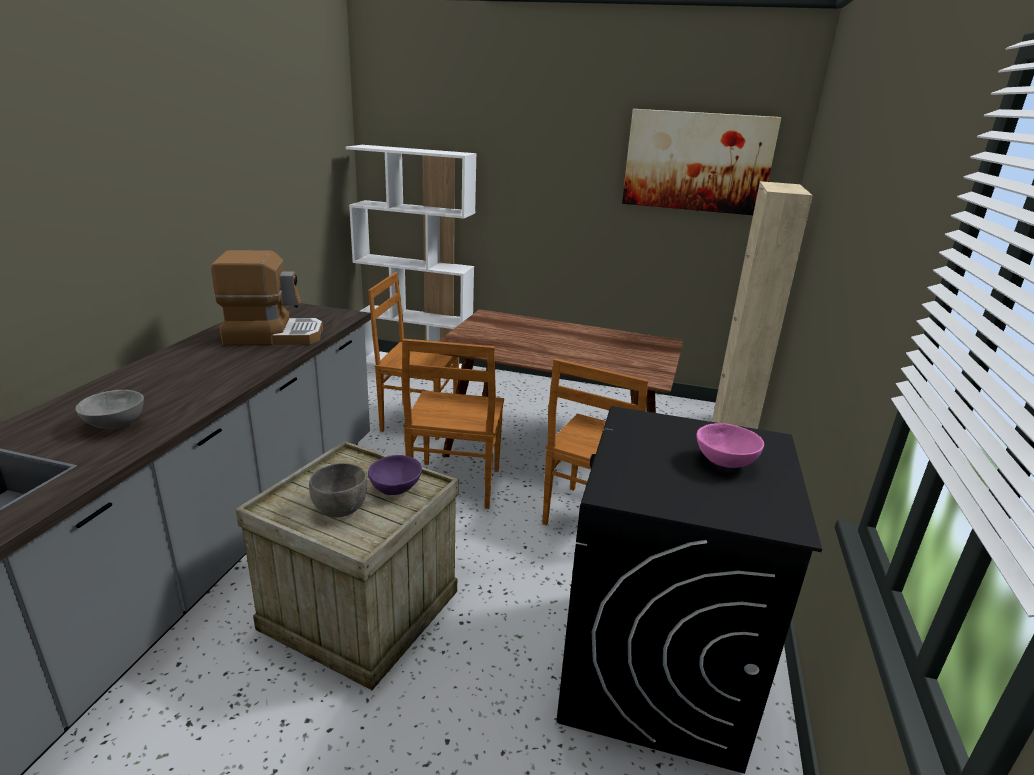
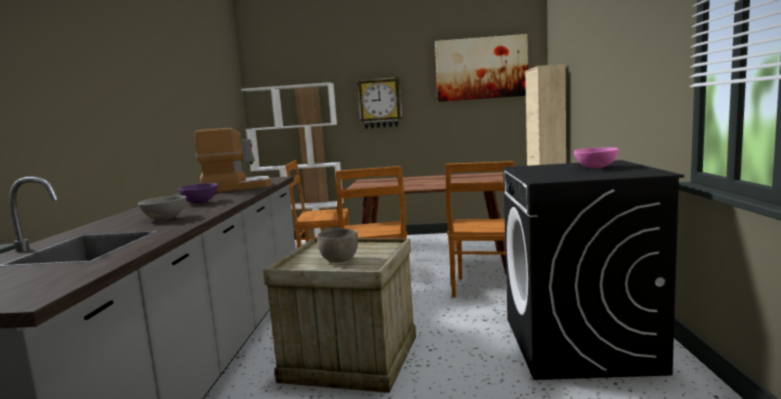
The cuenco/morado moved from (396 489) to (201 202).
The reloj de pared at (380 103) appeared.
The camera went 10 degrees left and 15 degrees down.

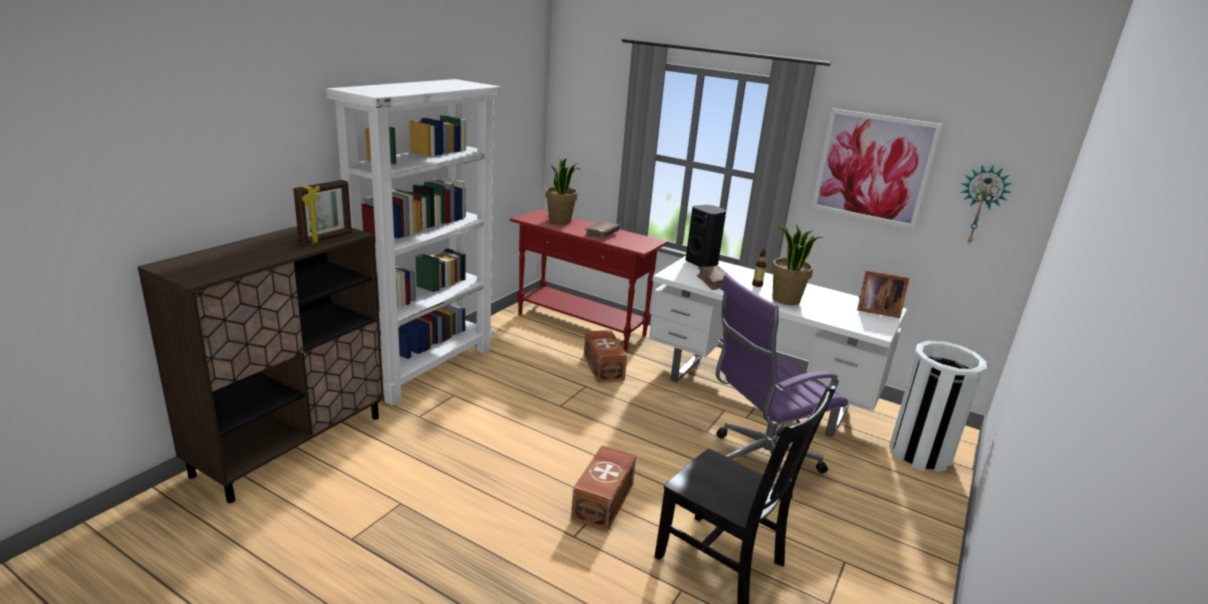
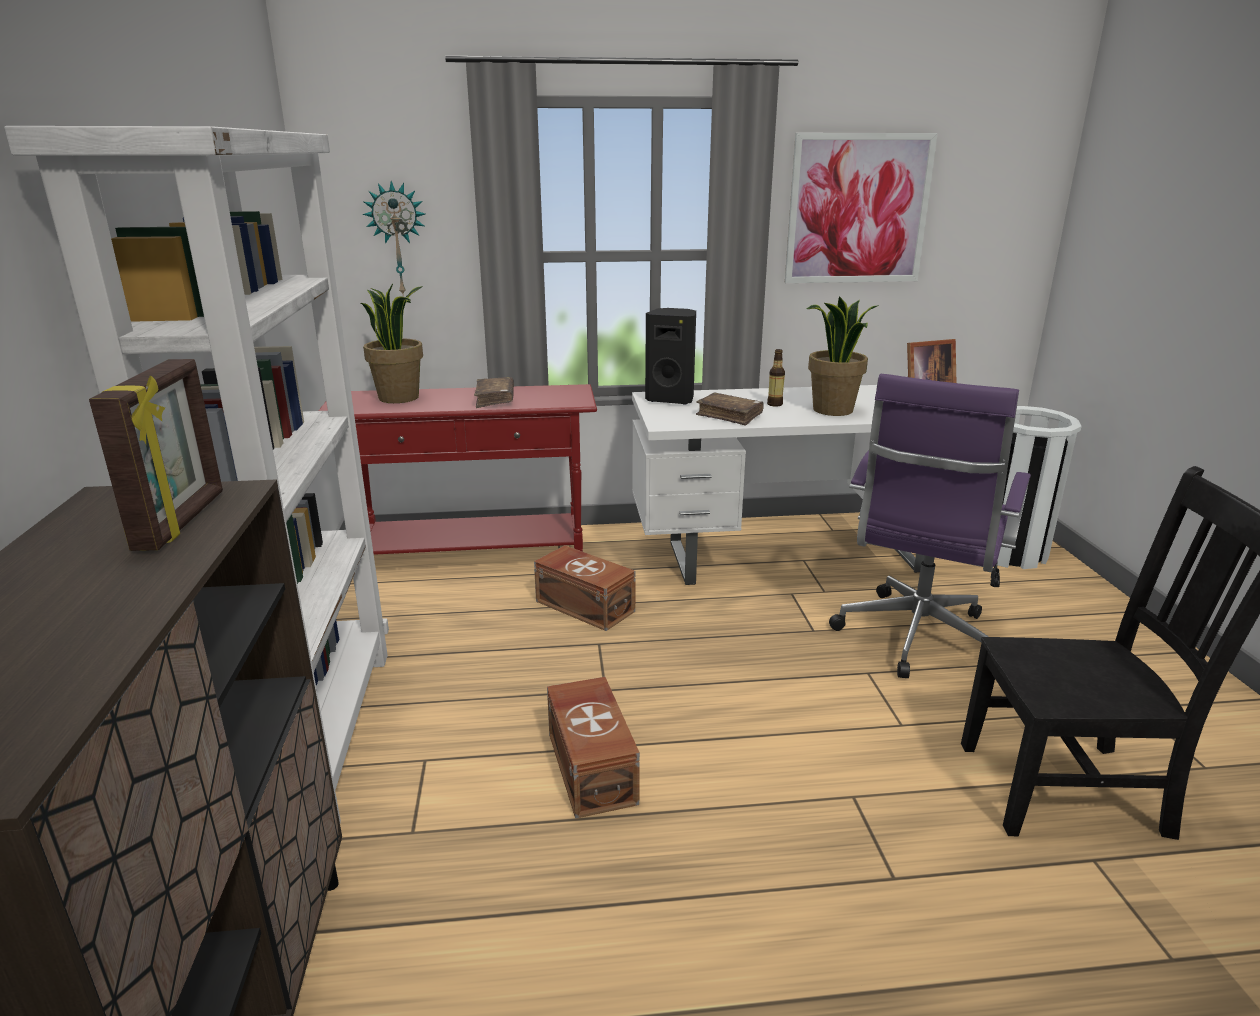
The reloj de pared moved from (980 205) to (397 239).
The caja de almacenaje/marrón moved from (604 501) to (593 766).
The camera went 35 degrees left and 0 degrees up.

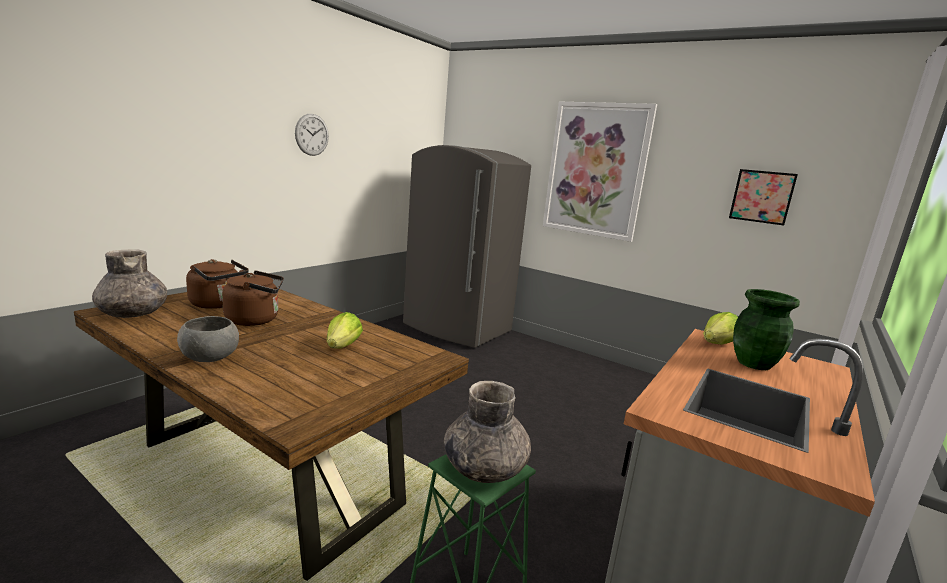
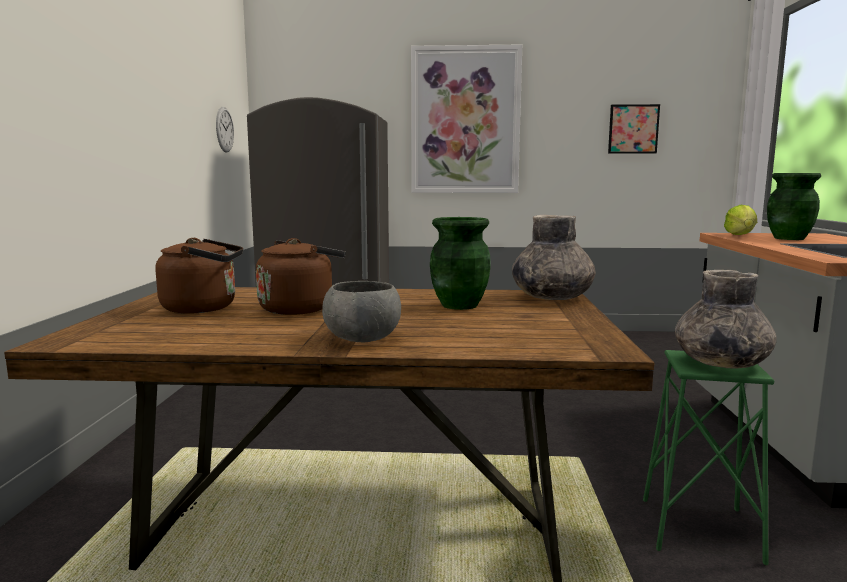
The reloj de pared moved from (312 134) to (224 129).
The lechuga at (343 347) was replaced by the florero/verde at (459 305).
The florero/gris moved from (133 313) to (552 297).
The camera went 30 degrees left and 5 degrees down.

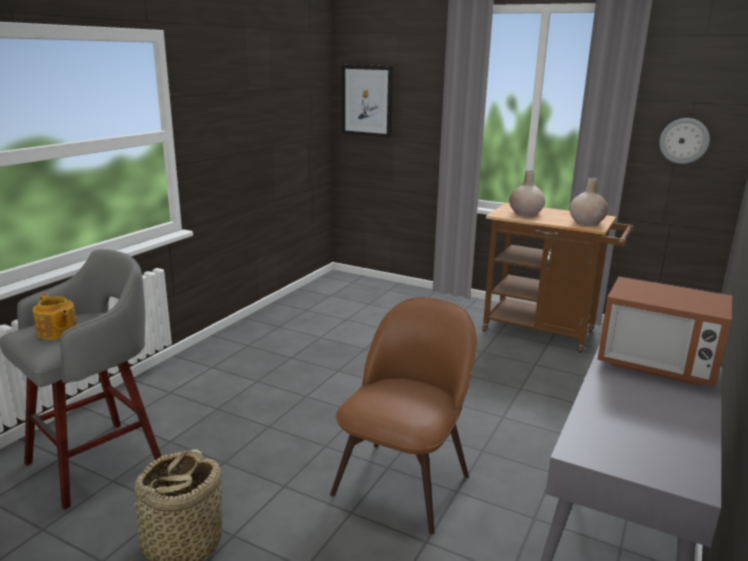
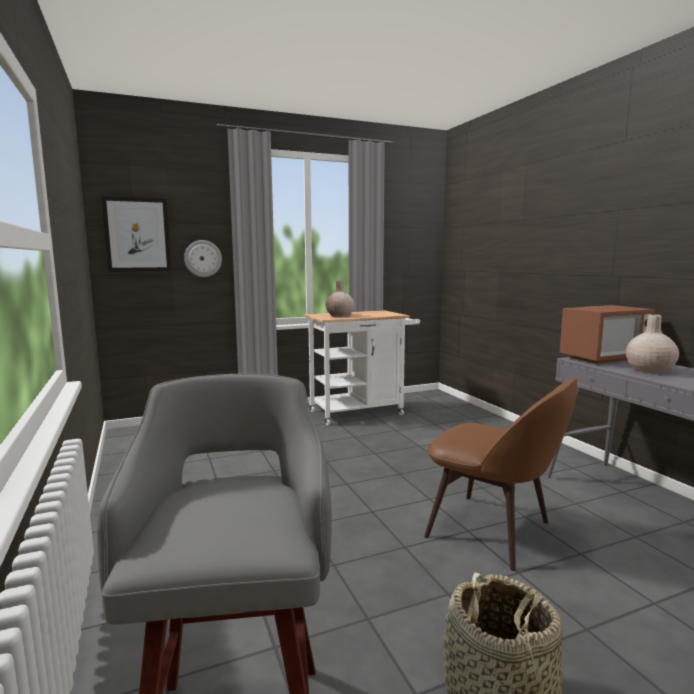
The reloj de pared moved from (684 140) to (203 258).
The carrito/marrón at (545 332) became the carrito/blanco at (362 412).
The silla/marrón at (404 481) turned 150 degrees clockwise.
The florero/beis moved from (586 222) to (649 370).
The tetera at (57 332) disappeared.
The camera went 50 degrees left and 10 degrees down.

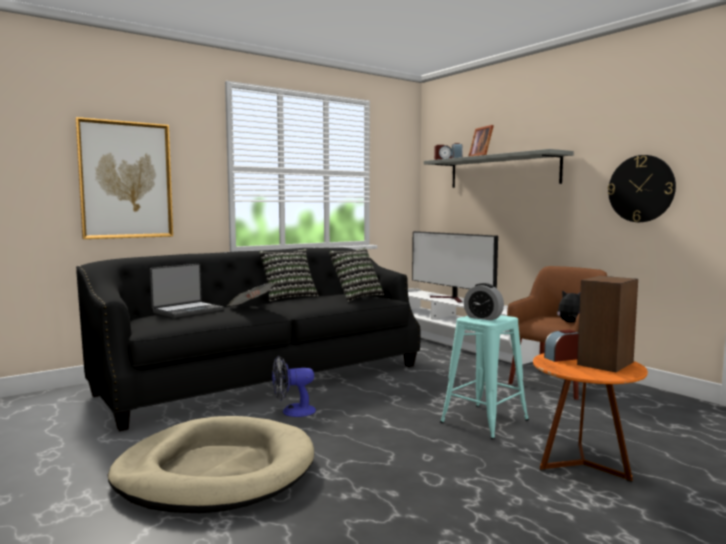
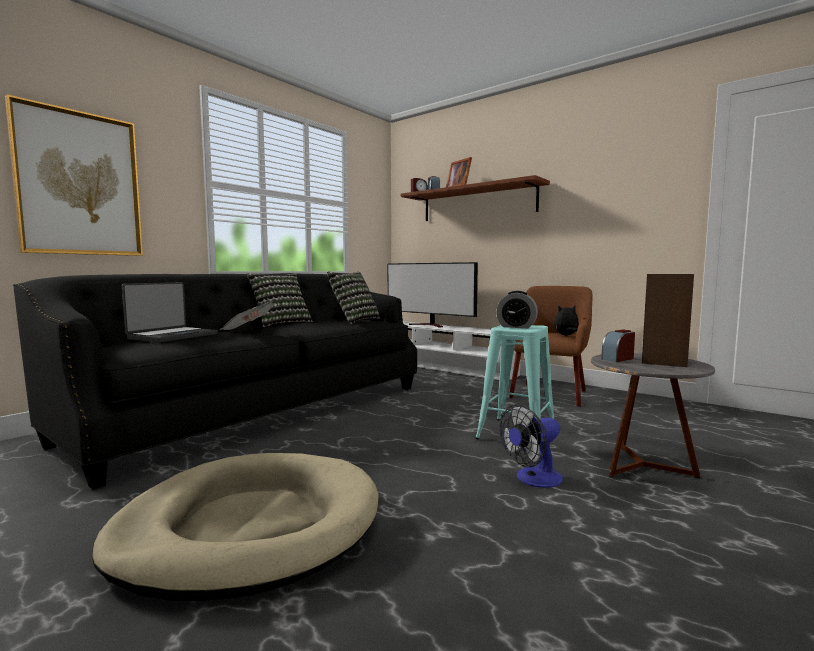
The estante/gris at (502 171) became the estante/marrón at (477 203).
The ventilador moved from (292 411) to (533 479).
The mesa auxiliar/naranja at (583 465) became the mesa auxiliar/gris at (643 467).
The reloj de pared at (641 188) disappeared.
The camera went 15 degrees left and 0 degrees up.

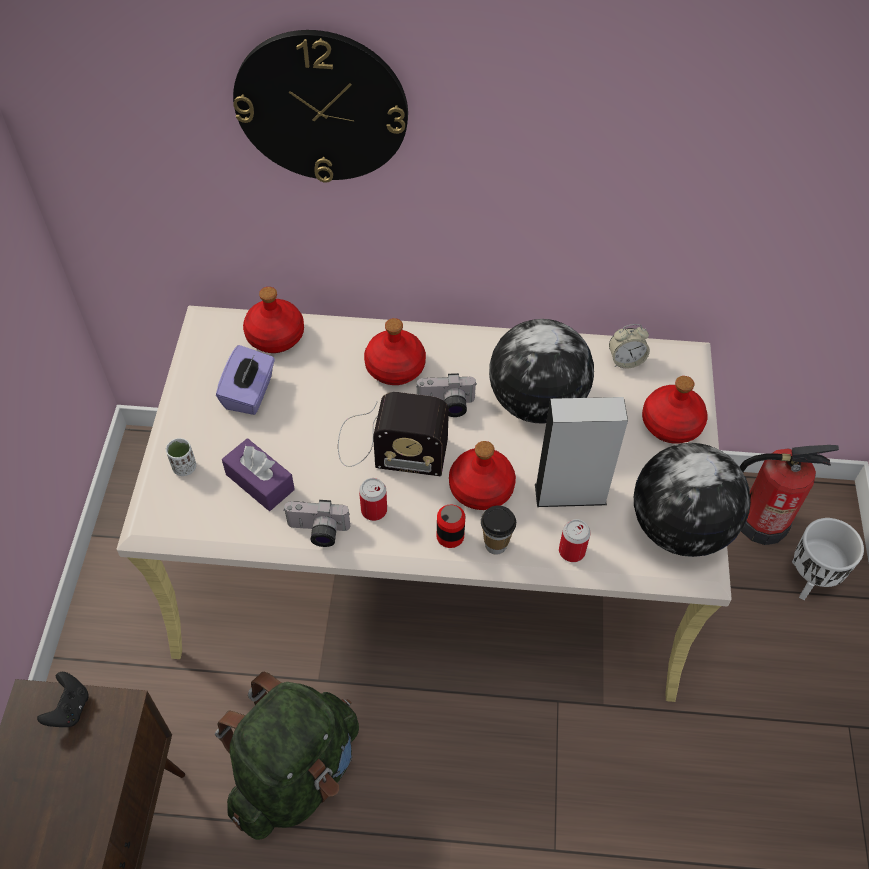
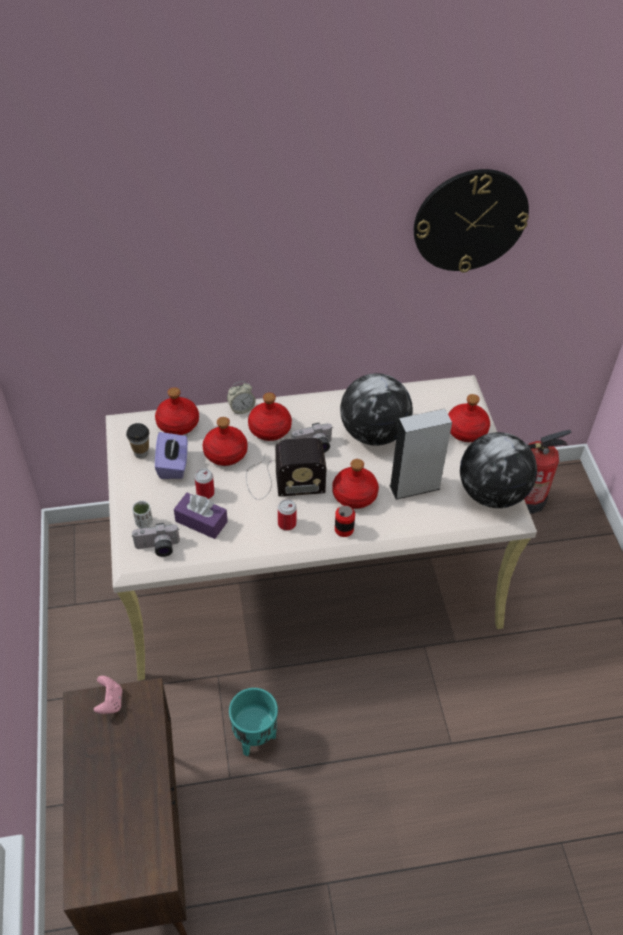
The mando de consola/negro at (69 708) became the mando de consola/rosa at (110 702).
The taza moved from (495 544) to (141 453).
The cámara moved from (317 532) to (158 548).
The lata moved from (572 551) to (205 493).
The botella/rojo at (225 453) appeared.
The despertador moved from (625 360) to (241 409).
The mochila/verde at (295 773) was replaced by the maceta/turquesa at (254 737).
The reloj de pared moved from (321 107) to (470 220).
The maceta/blanco at (810 580) disappeared.
The camera went 15 degrees left and 5 degrees down.

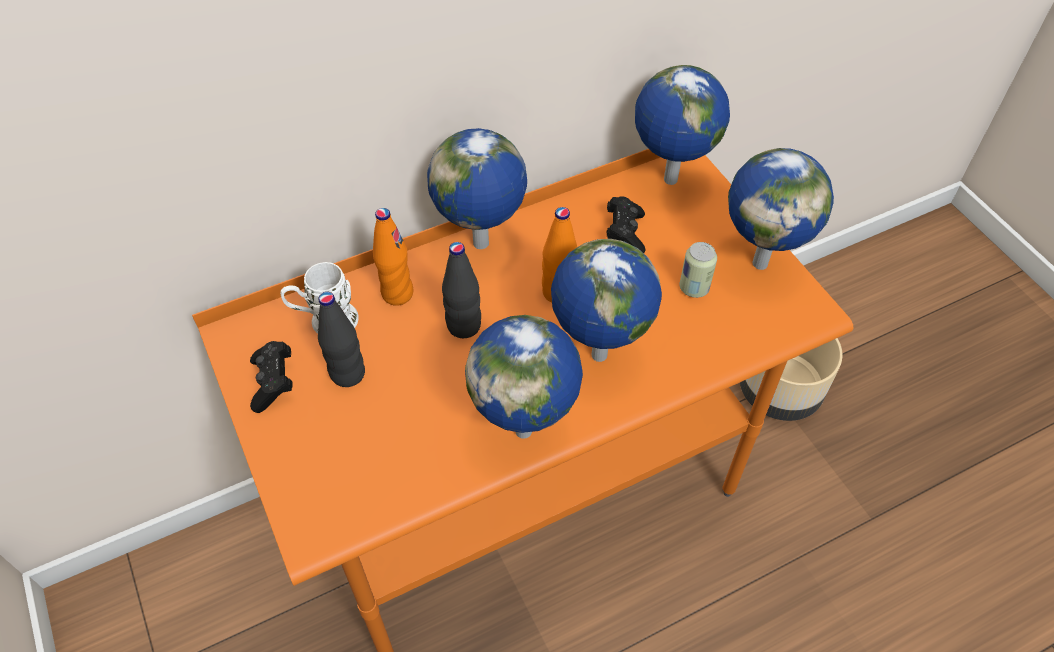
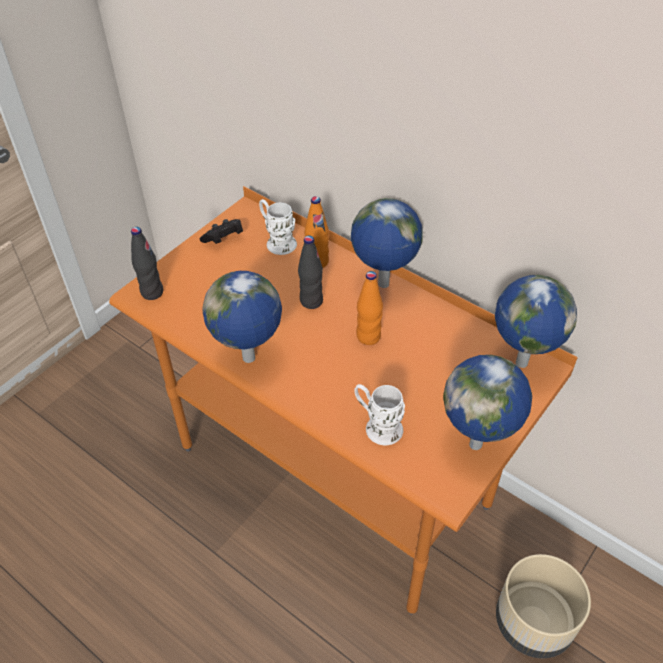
The botella/negro moved from (347 374) to (152 292).
The taza grande/blanco at (377 426) appeared.
The globo terráqueo at (597 355) disappeared.
The mando de consola/negro at (625 233) disappeared.
The lata at (694 288) disappeared.
The camera went 65 degrees right and 5 degrees down.

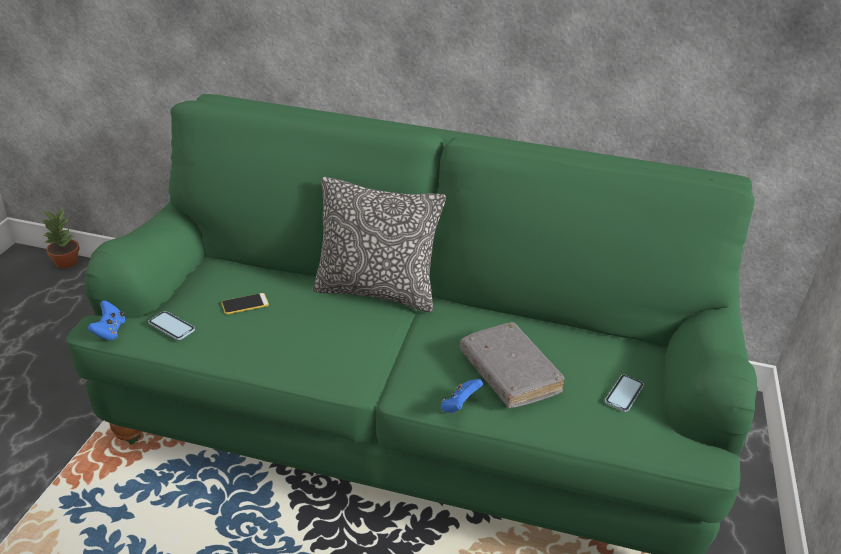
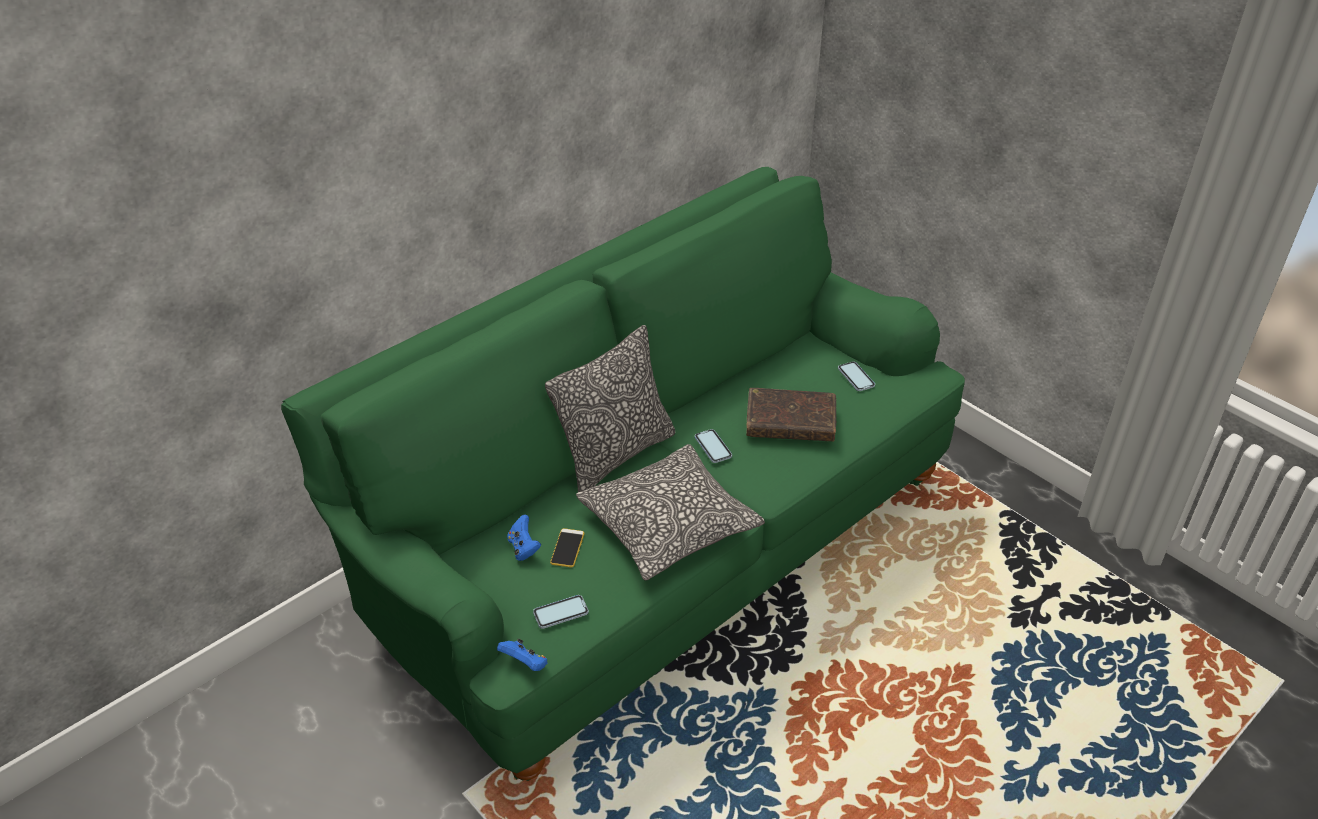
The mando de consola/azul moved from (459 406) to (524 548).
The cojín at (669 524) appeared.
The móvil at (713 447) appeared.
The libro/gris at (509 373) became the libro/marrón at (790 423).
The planta en maceta at (67 262) disappeared.
The camera went 55 degrees left and 5 degrees up.

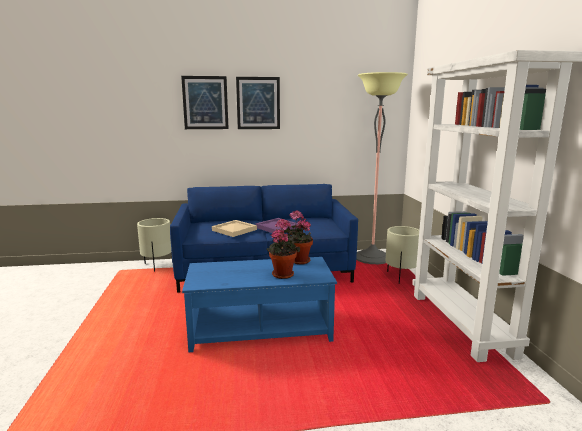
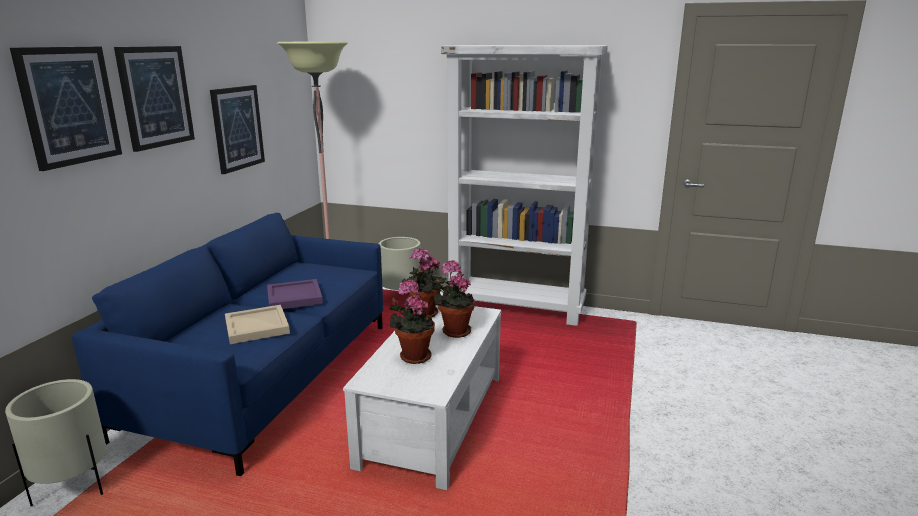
The cuadro at (237 128) appeared.
The mesa de centro/azul at (260 328) became the mesa de centro/blanco at (432 419).
The planta en maceta at (413 356) appeared.
The camera went 65 degrees left and 5 degrees up.

